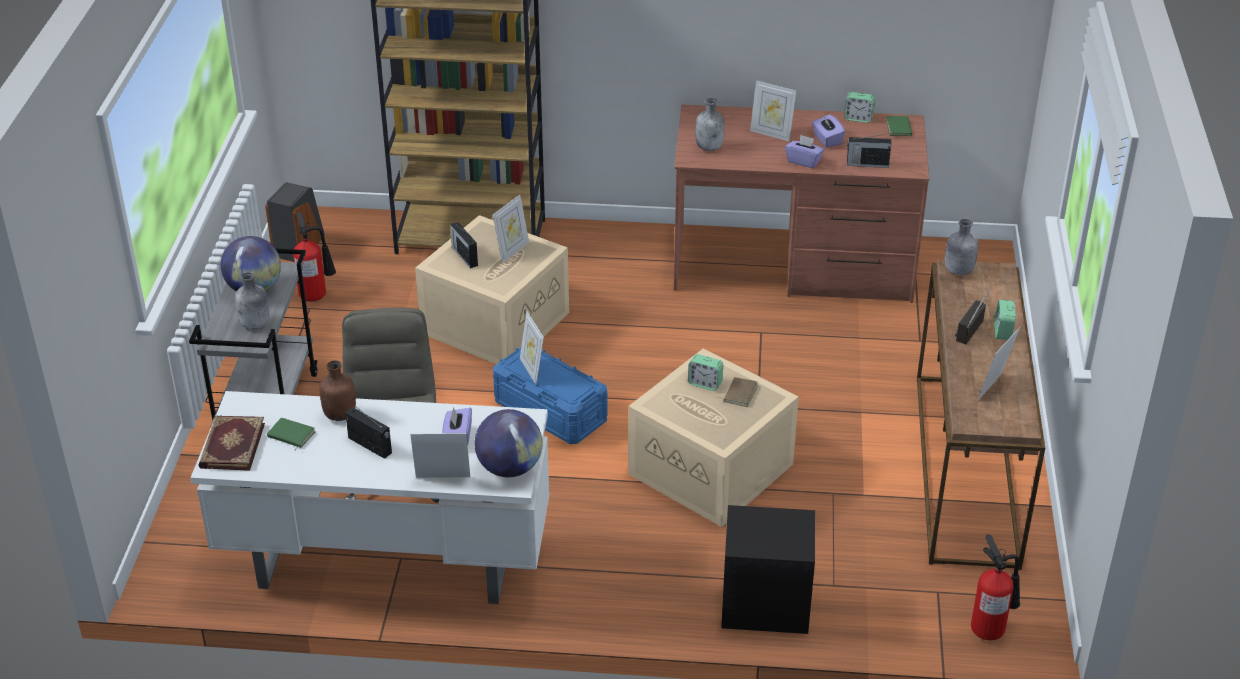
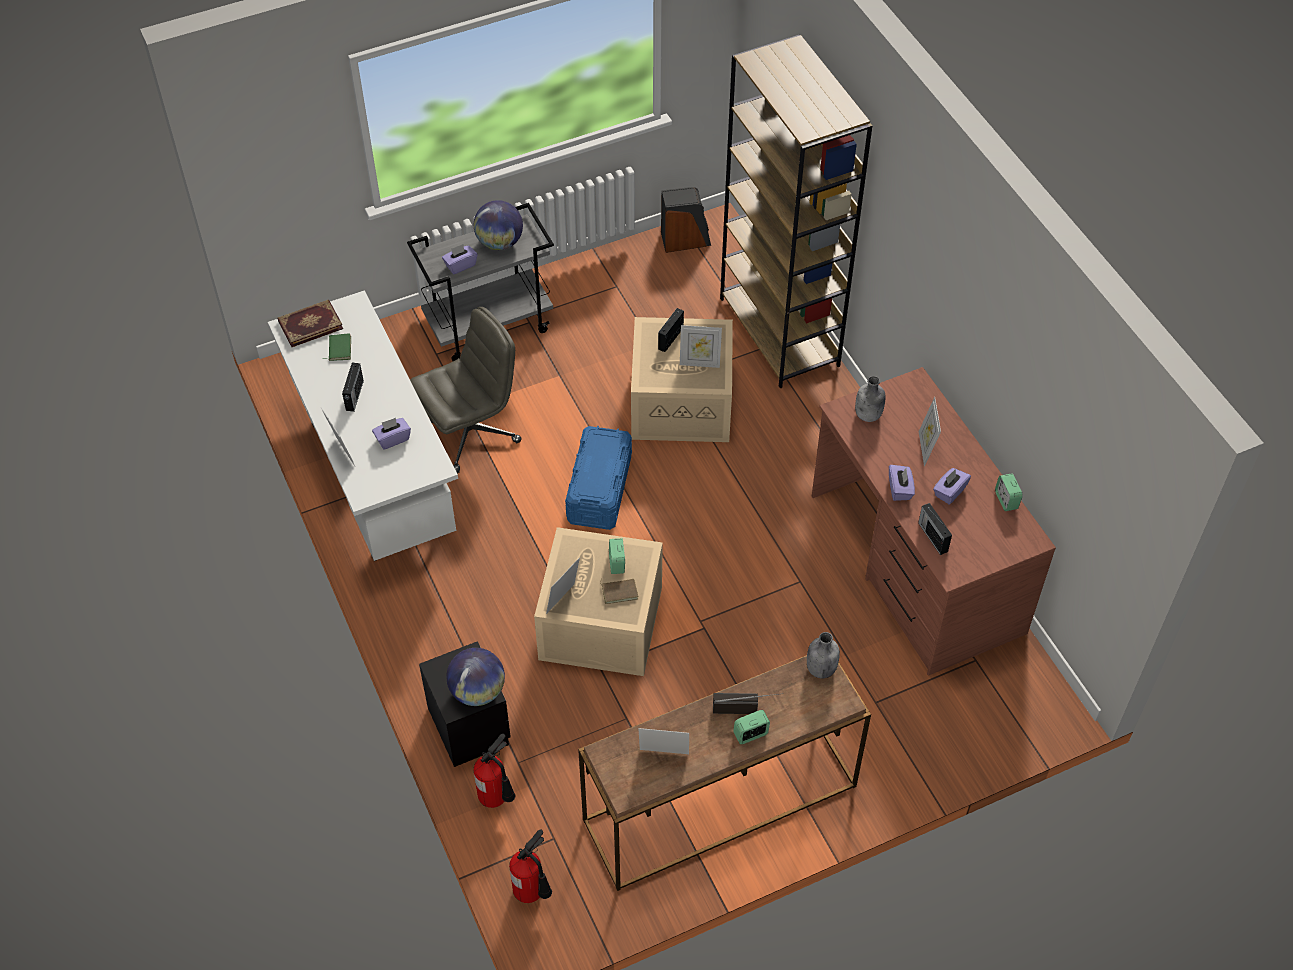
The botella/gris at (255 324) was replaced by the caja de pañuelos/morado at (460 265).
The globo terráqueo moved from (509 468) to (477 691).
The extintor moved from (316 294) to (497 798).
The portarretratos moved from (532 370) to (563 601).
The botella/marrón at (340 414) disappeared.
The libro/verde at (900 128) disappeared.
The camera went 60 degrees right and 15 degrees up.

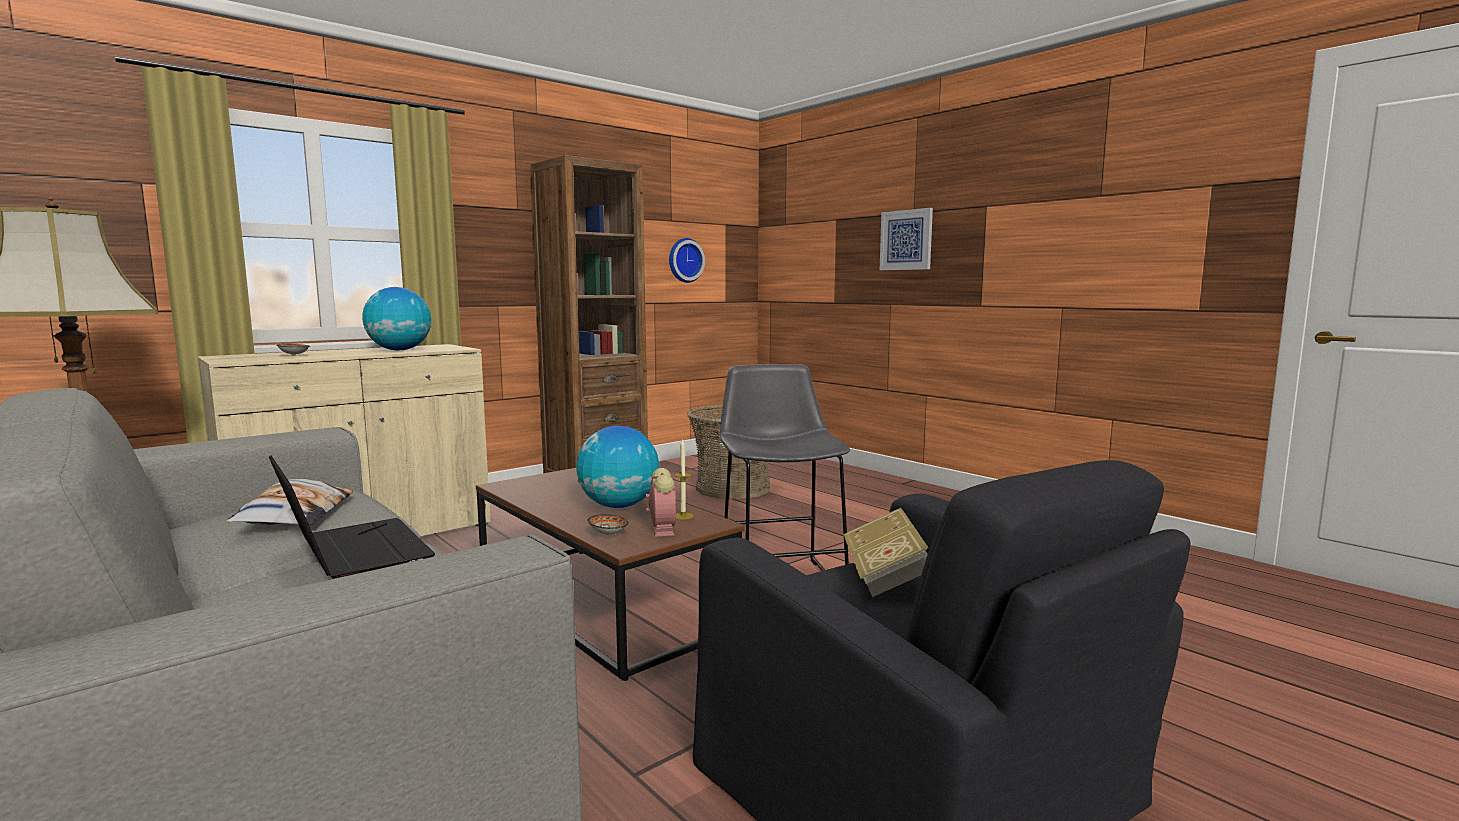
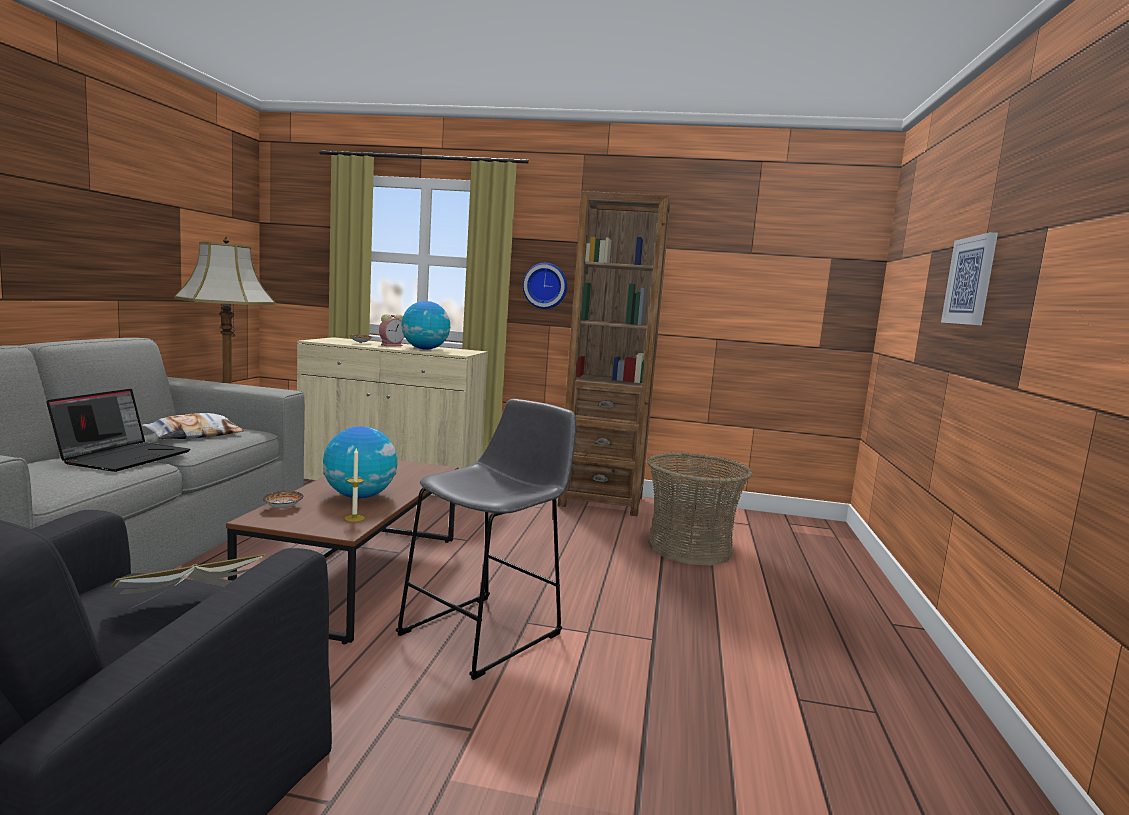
The despertador moved from (662 529) to (392 345).
The reloj de pared moved from (684 260) to (545 286).
The camera went 50 degrees right and 0 degrees up.

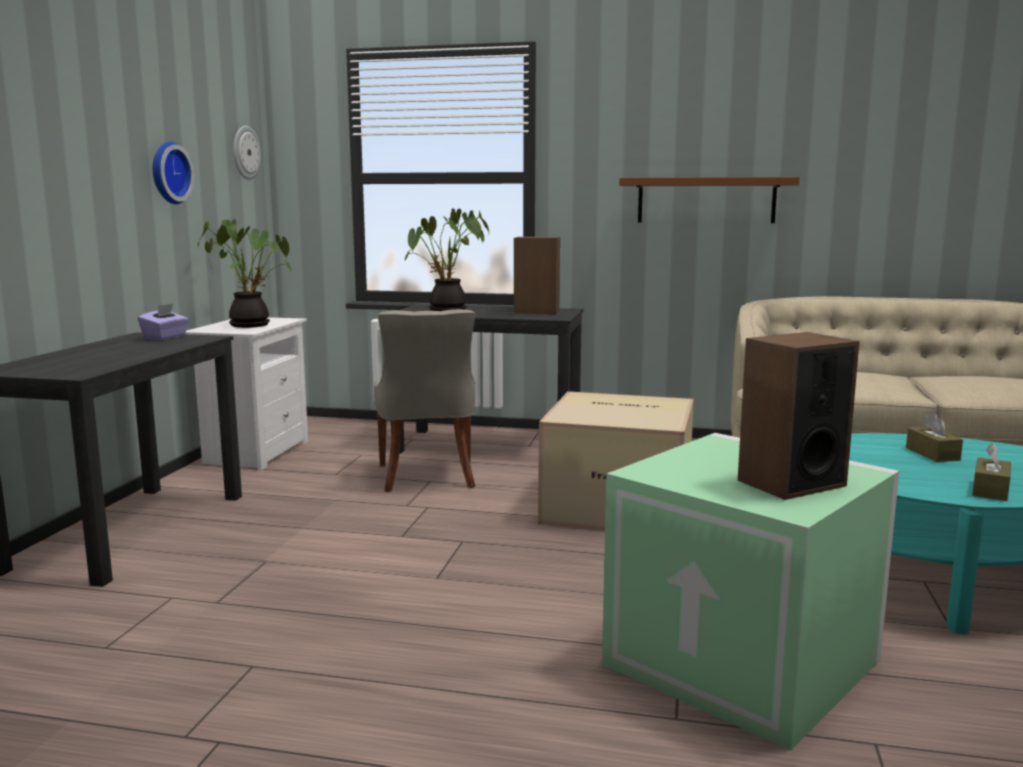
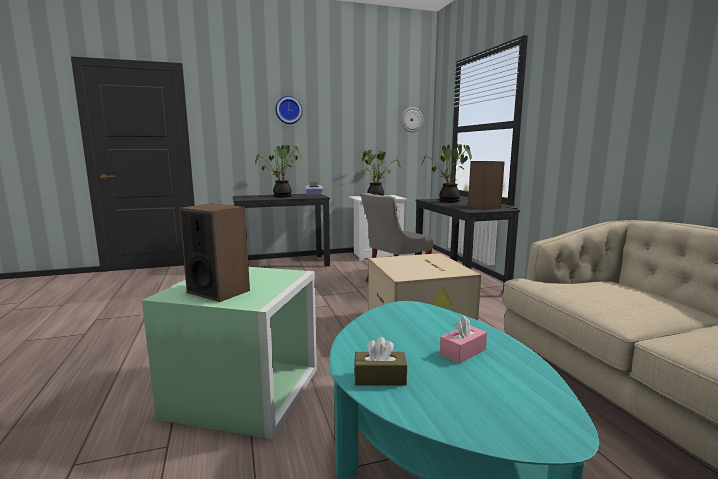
The planta en maceta at (281 196) appeared.
The reloj de pared moved from (168 173) to (288 110).
The caja de pañuelos/marrón at (932 454) became the caja de pañuelos/rosa at (463 352).
The estante/marrón at (706 200) disappeared.
The camera went 60 degrees right and 0 degrees up.

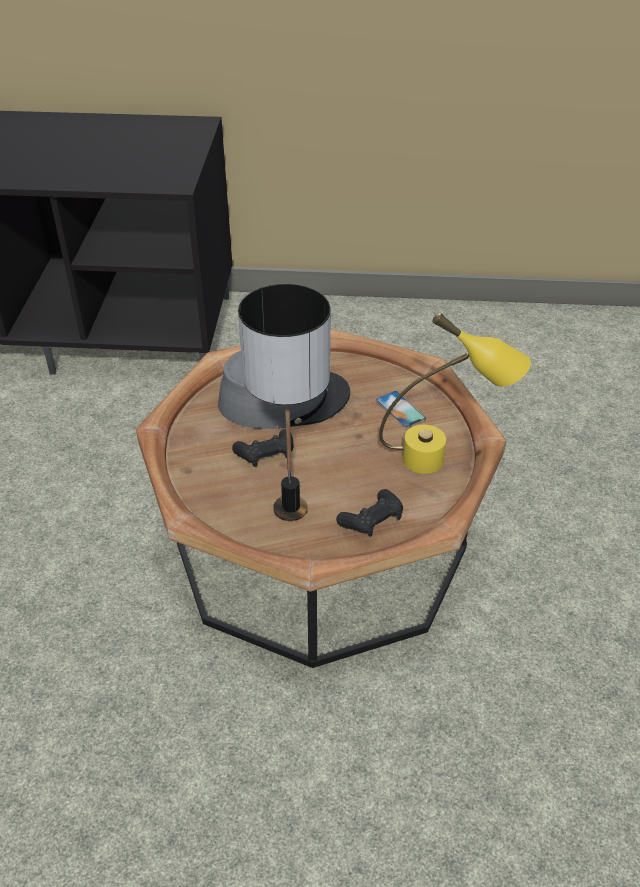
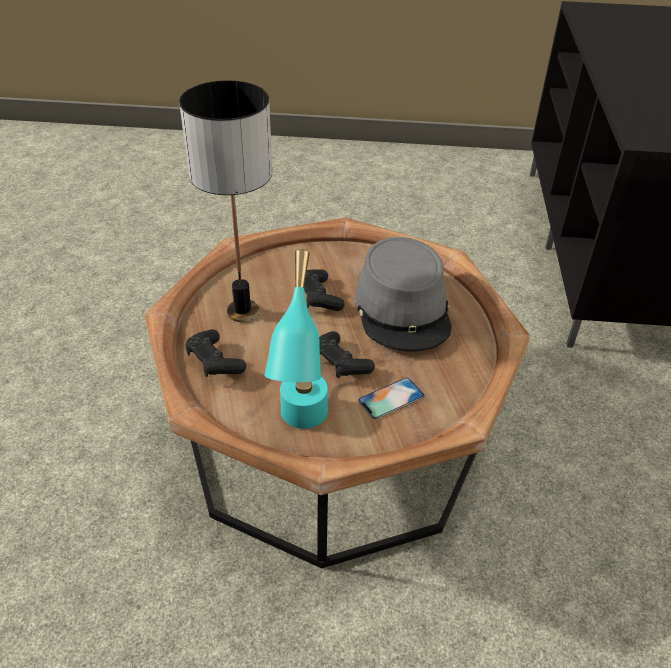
The lámpara de mesa/amarillo at (444 460) became the lámpara de mesa/turquesa at (301 429).
The mando de consola/negro at (340 363) appeared.
The camera went 90 degrees right and 0 degrees up.

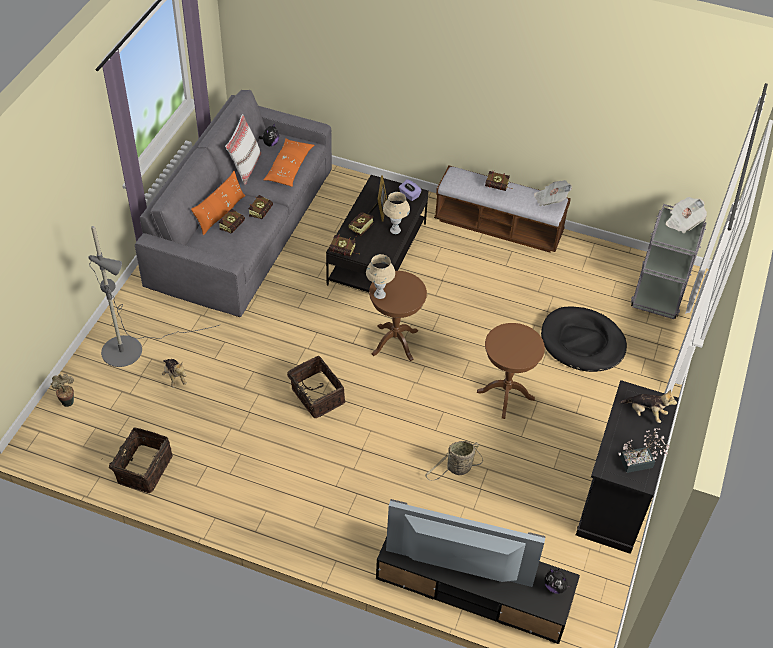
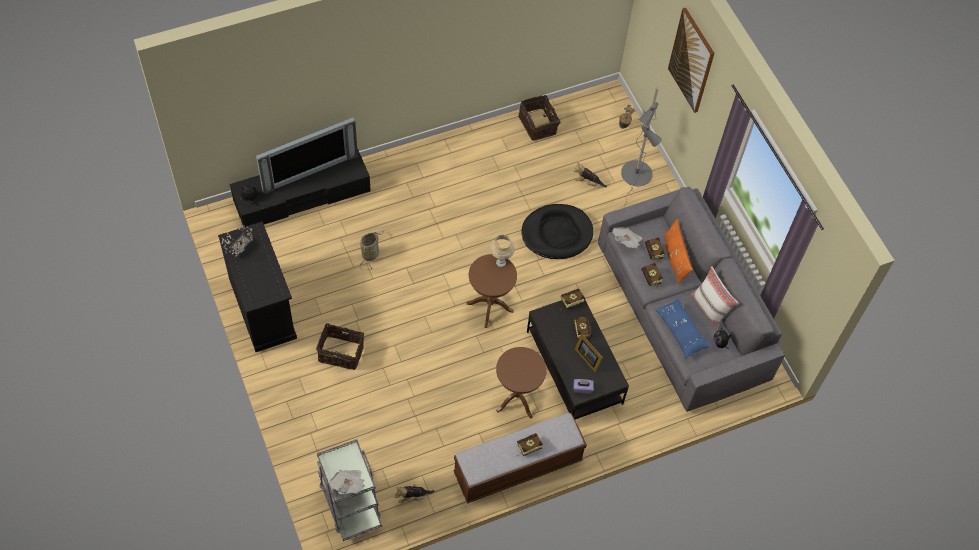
The cesta moved from (316 396) to (341 352).
The peluche moved from (645 413) to (413 496).
The mesa auxiliar/marrón moved from (505 395) to (517 399).
The cama para perro/negro moved from (582 342) to (557 233).
The periódico moved from (550 200) to (626 241).
The cojín/naranja at (289 168) became the cojín/azul at (680 331).
The cuadro at (691 60) appeared.
The lámpara de mesa/beis at (395 230) disappeared.
The camera went 135 degrees right and 10 degrees up.

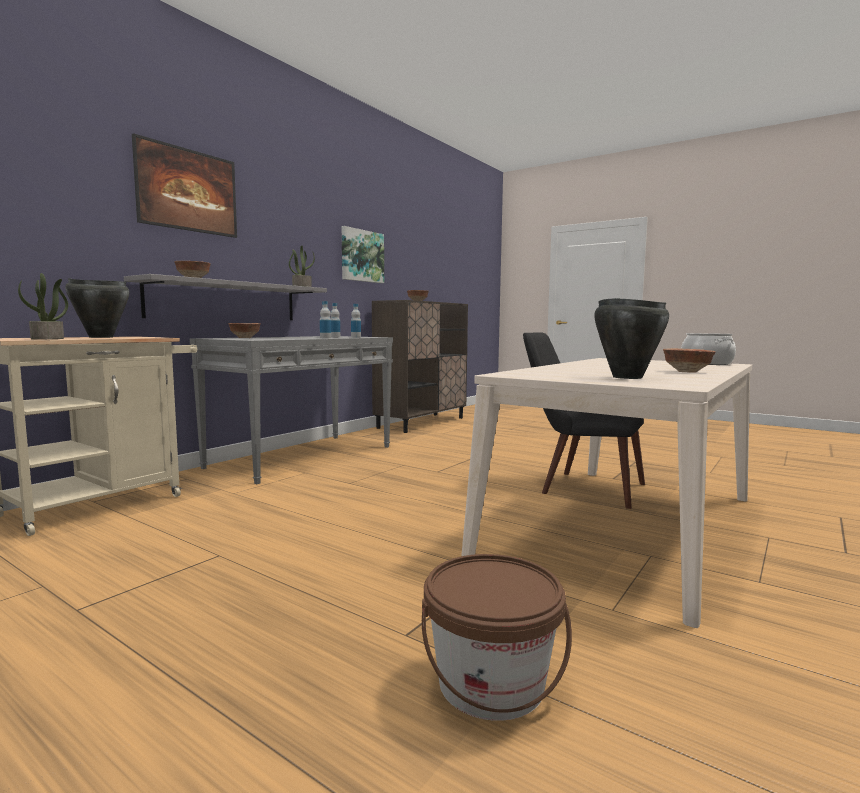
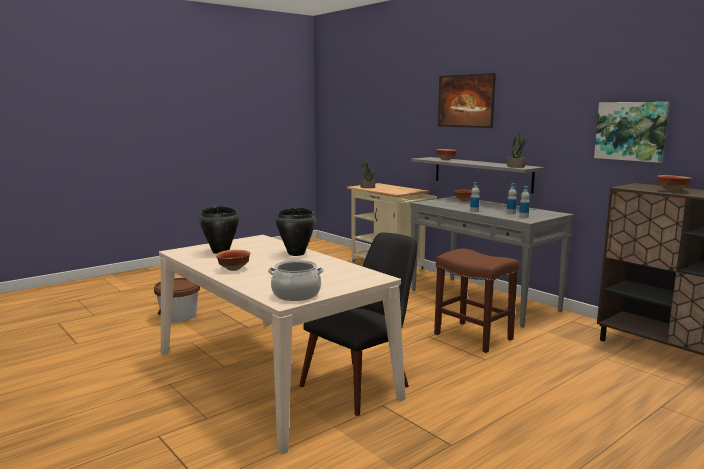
The olla/negro moved from (101 337) to (296 253).
The taburete/marrón at (474 337) appeared.
The camera went 105 degrees right and 5 degrees up.

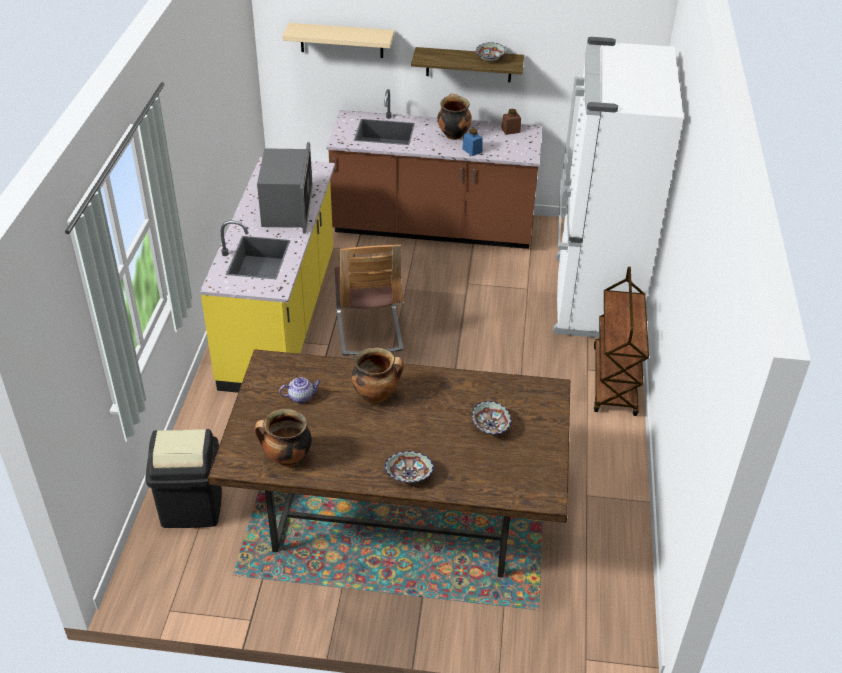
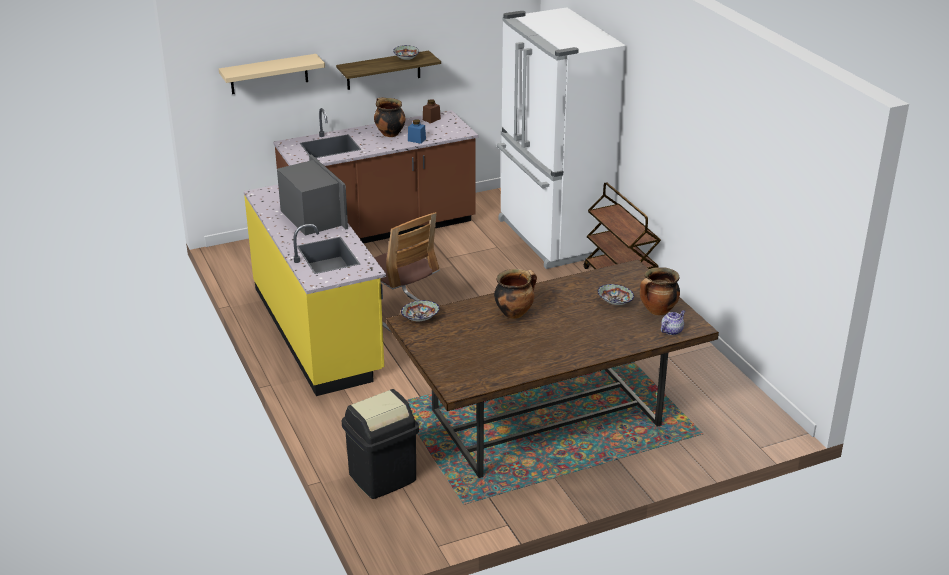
The cuenco moved from (409 475) to (420 318).
The olla moved from (287 458) to (657 311).
The tetera moved from (301 397) to (672 330).
The camera went 30 degrees left and 10 degrees down.

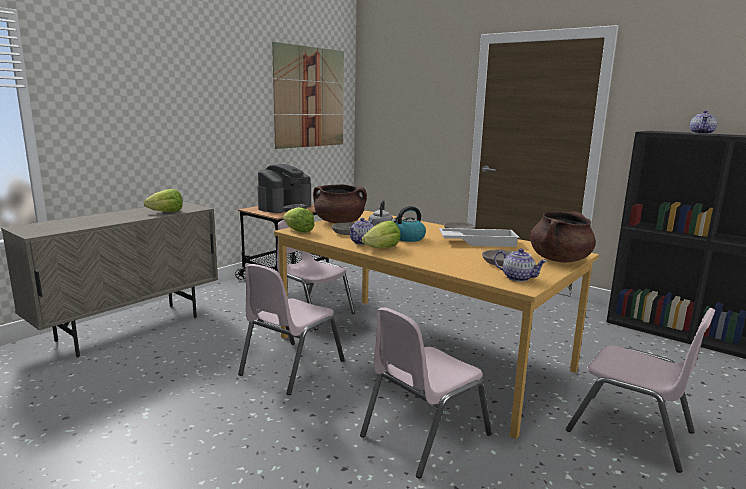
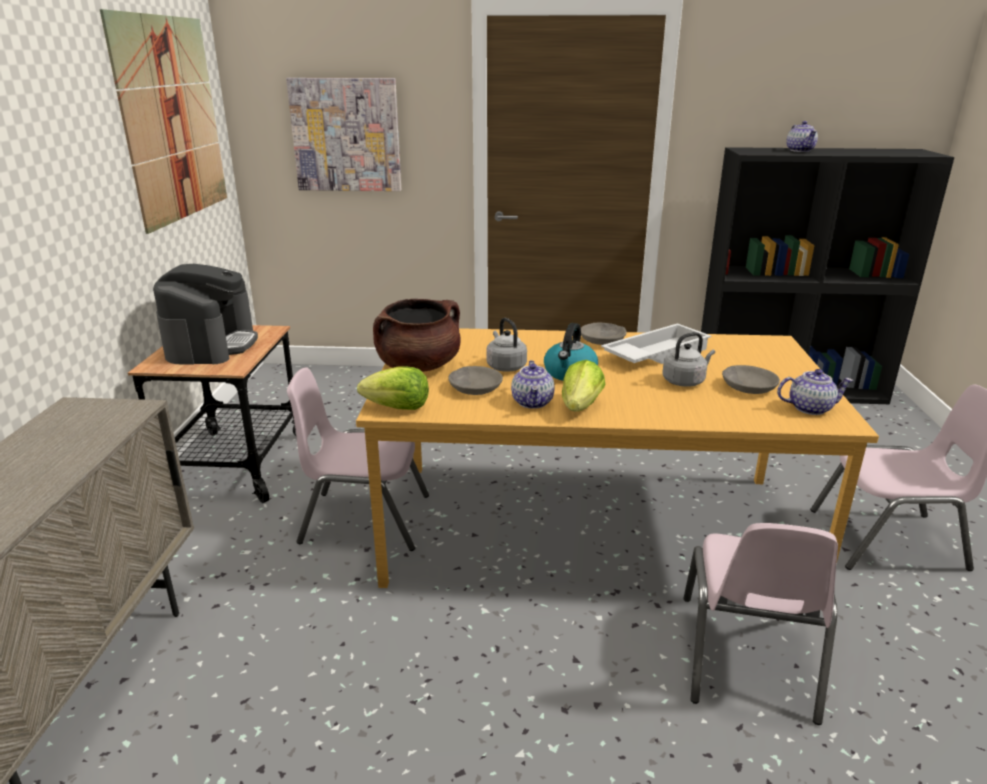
The cuadro at (346 135) appeared.
The hervidor/gris at (685 381) appeared.
The lechuga at (166 212) disappeared.
The silla/rosa at (291 367) disappeared.
The olla/marrón at (559 259) disappeared.
The camera went 35 degrees left and 10 degrees up.

